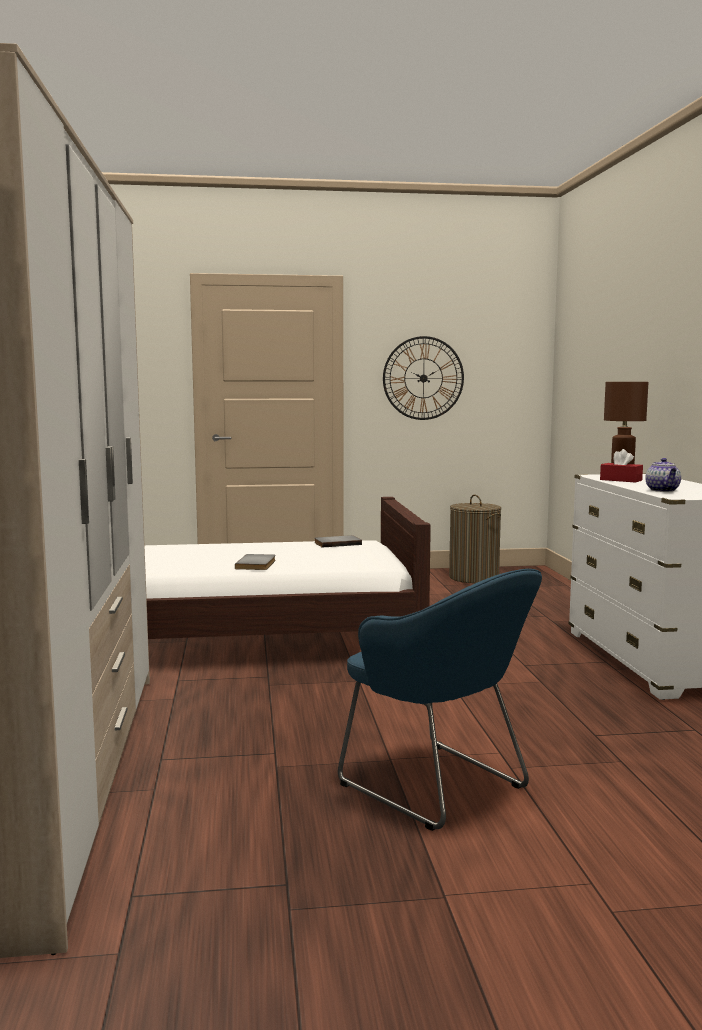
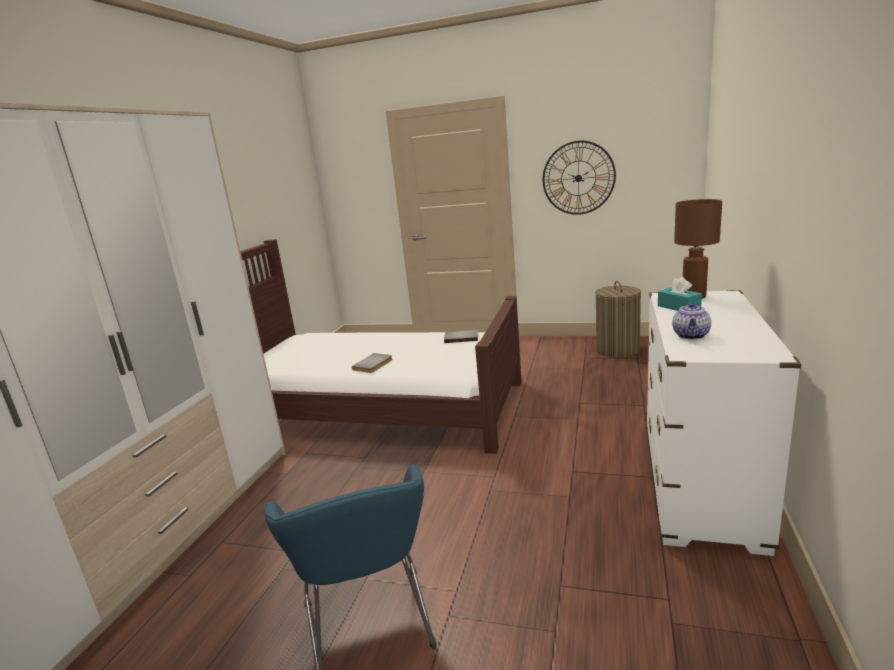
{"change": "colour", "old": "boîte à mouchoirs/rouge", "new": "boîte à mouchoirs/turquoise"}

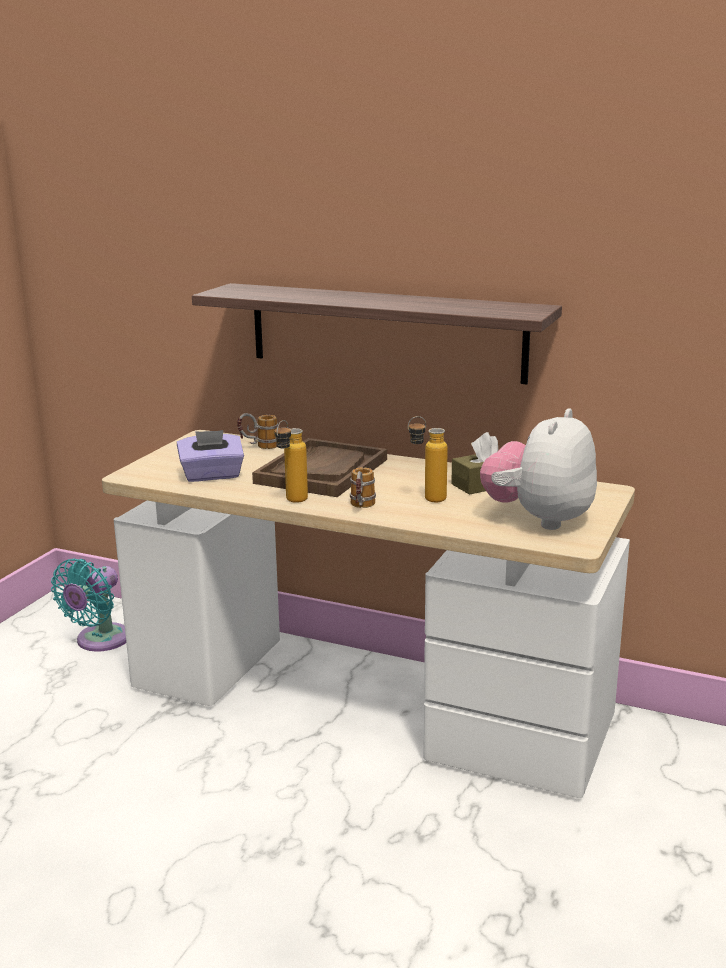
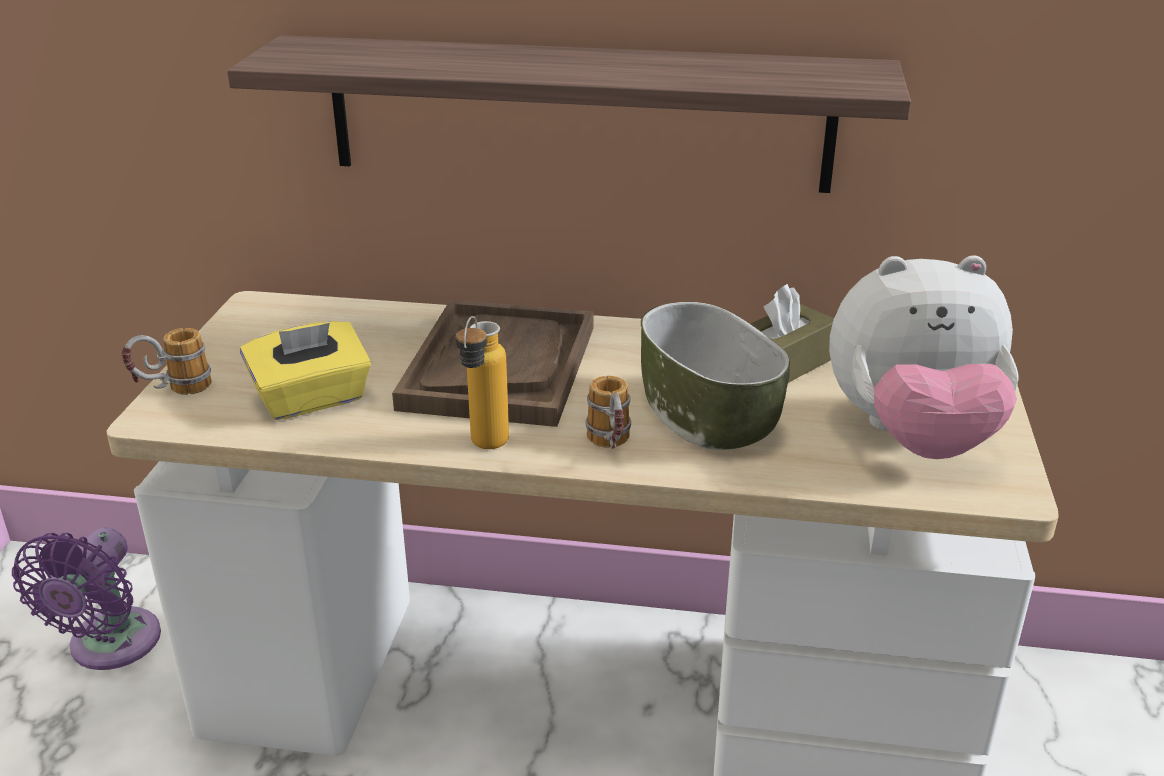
{"change": "colour", "old": "ventilateur/turquoise", "new": "ventilateur/violet"}
{"change": "colour", "old": "boîte à mouchoirs/violet", "new": "boîte à mouchoirs/jaune"}
{"change": "relocated", "old": "mug (no. 1 from left)"}
{"change": "exchanged", "old": "bouteille (no. 2 from left)", "new": "bol"}
{"change": "spun", "old": "peluche", "degrees": -105}

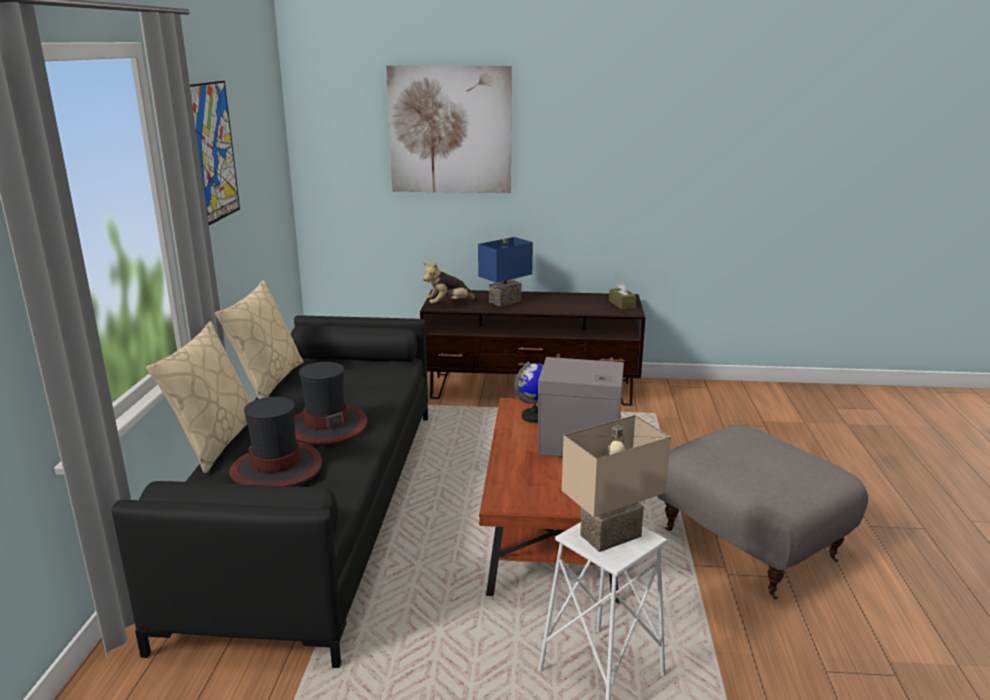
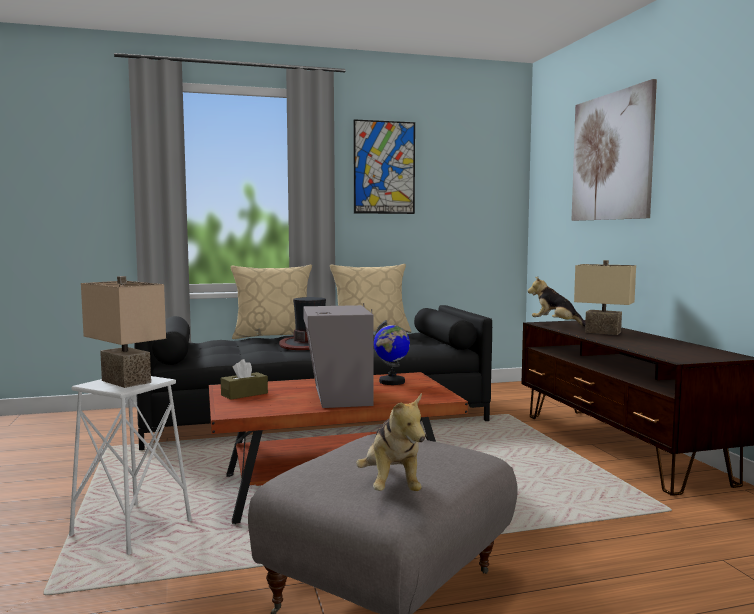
{"change": "missing", "old": "chapeau (no. 1 from left)"}
{"change": "colour", "old": "lampe de table/bleu", "new": "lampe de table/beige (no. 2 from left)"}
{"change": "relocated", "old": "boîte à mouchoirs/marron"}
{"change": "appeared", "new": "peluche (no. 1 from left)"}

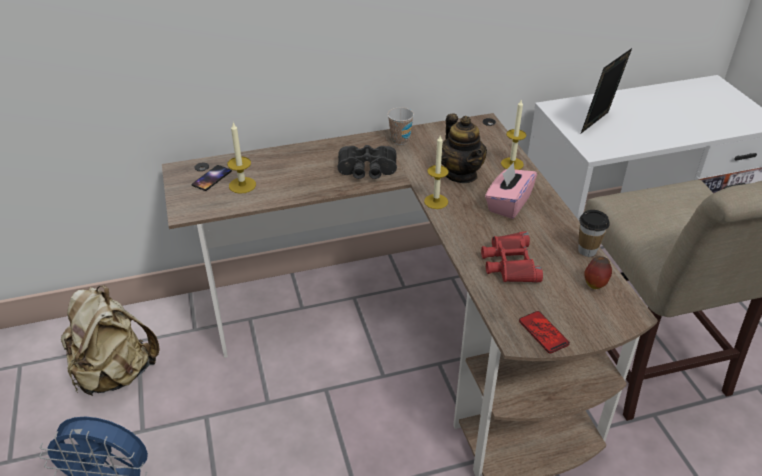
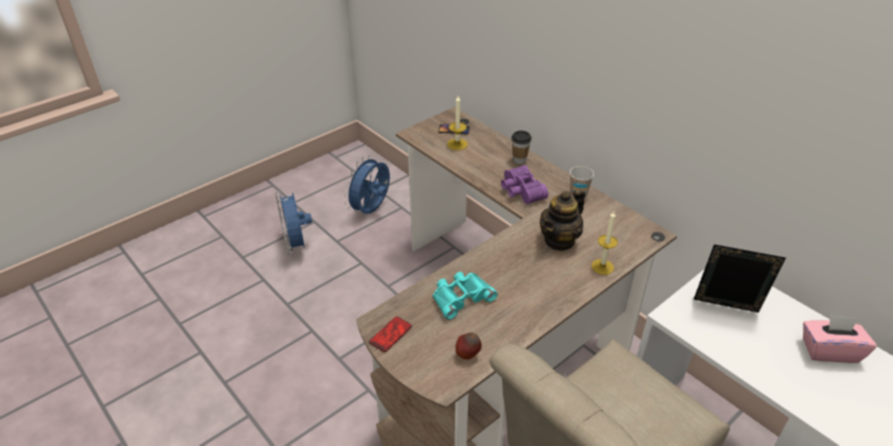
{"change": "exchanged", "old": "sac à dos/beige", "new": "ventilateur/bleu (no. 2 from left)"}
{"change": "colour", "old": "jumelles/noir", "new": "jumelles/violet"}
{"change": "missing", "old": "bougie (no. 2 from left)"}
{"change": "colour", "old": "jumelles/rouge", "new": "jumelles/turquoise"}
{"change": "relocated", "old": "boîte à mouchoirs/rose"}
{"change": "relocated", "old": "tasse (no. 2 from left in the first image)", "new": "tasse (no. 1 from left)"}

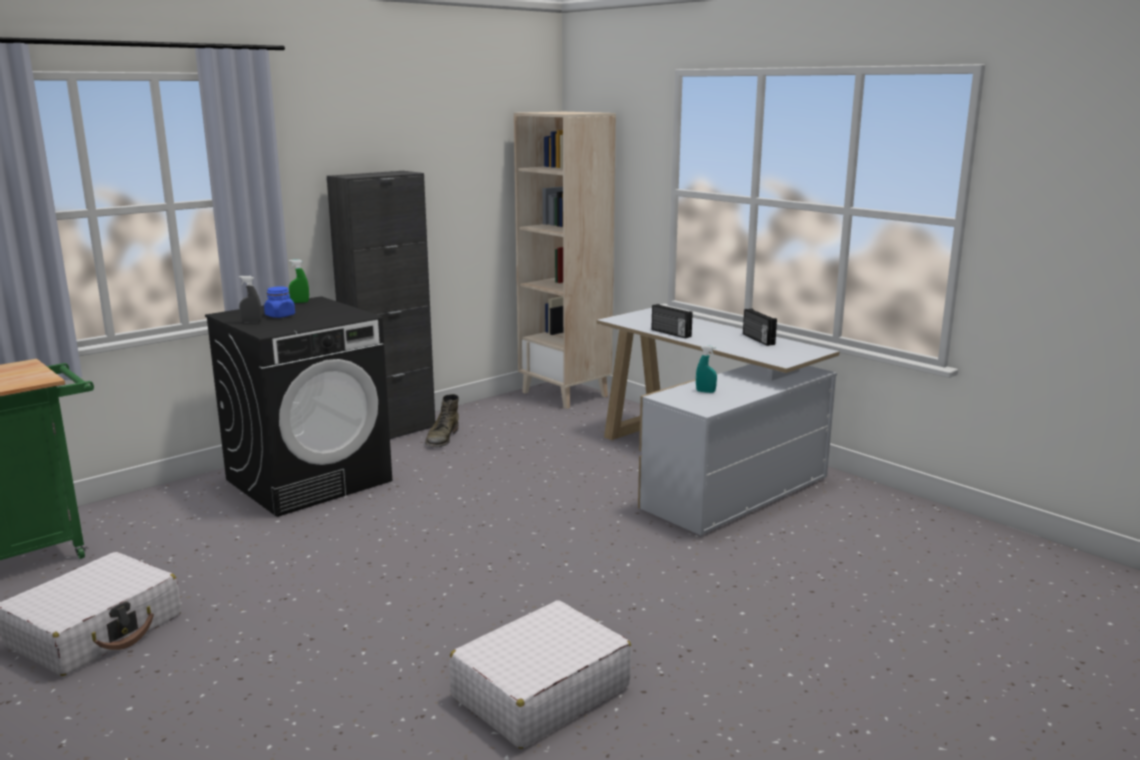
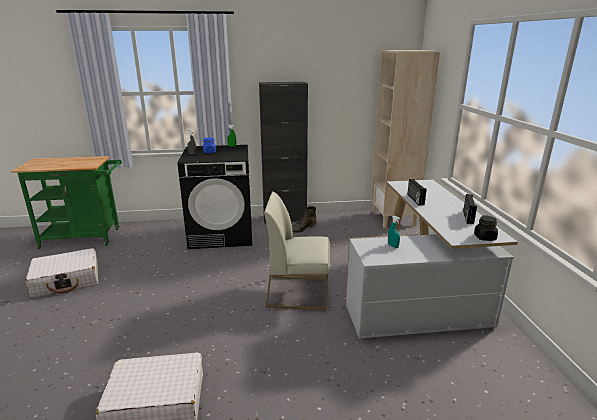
{"change": "appeared", "new": "chaise/blanc"}
{"change": "appeared", "new": "bocal/noir"}

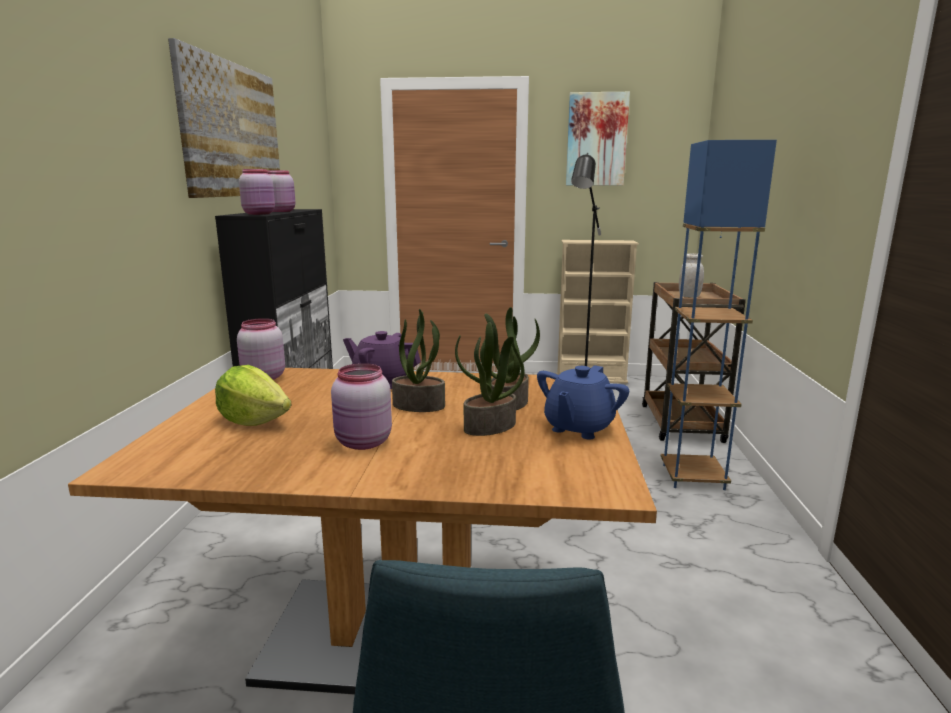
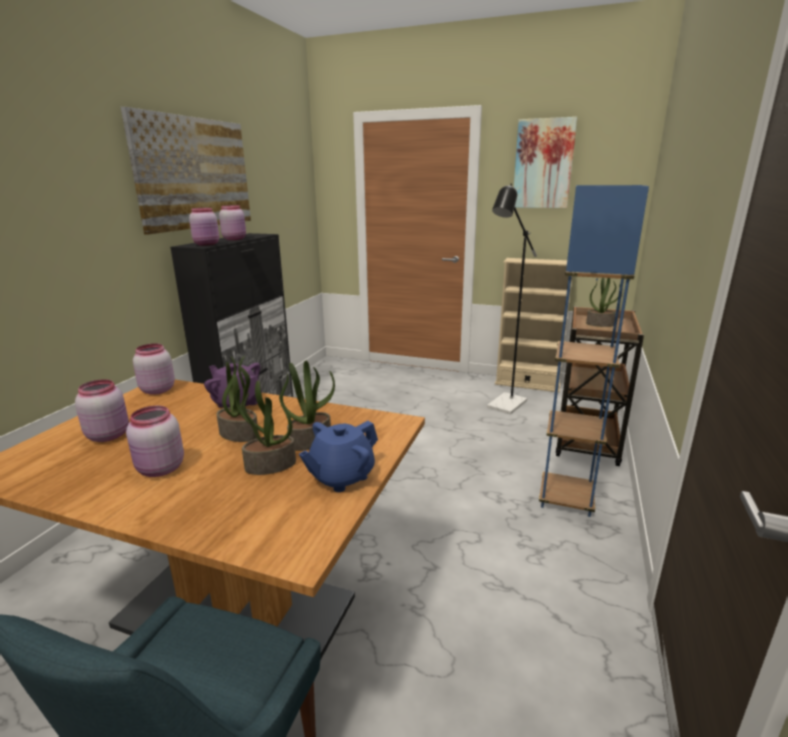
{"change": "exchanged", "old": "laitue", "new": "bocal/rose (no. 1 from left)"}
{"change": "exchanged", "old": "bocal/blanc", "new": "plante en pot (no. 4 from left)"}

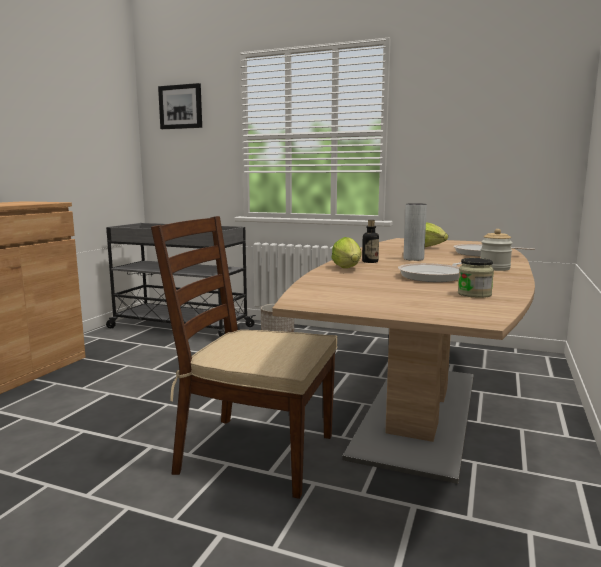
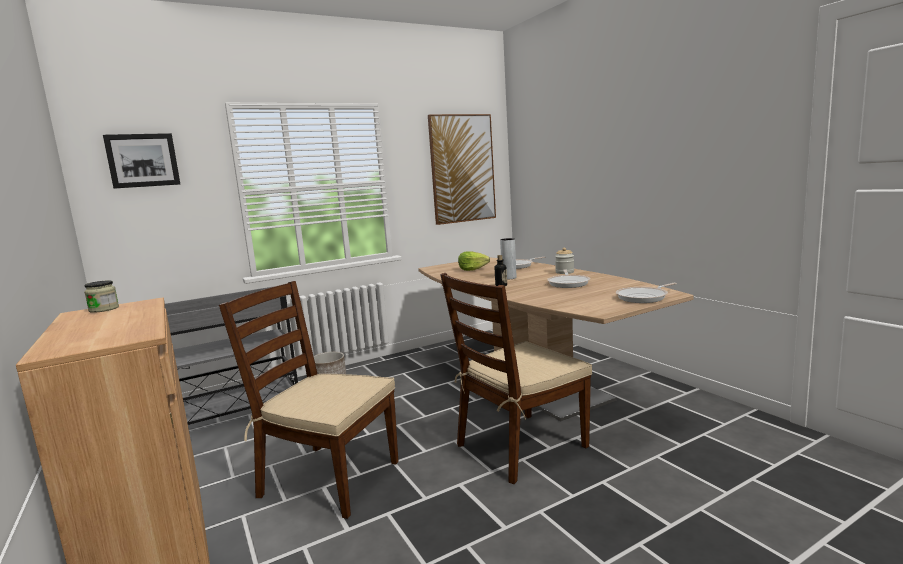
{"change": "missing", "old": "laitue (no. 1 from left)"}
{"change": "relocated", "old": "bocal (no. 1 from left)"}
{"change": "appeared", "new": "chaise/marron (no. 1 from left)"}
{"change": "appeared", "new": "tableau (no. 2 from left)"}
{"change": "appeared", "new": "poêle (no. 3 from left)"}

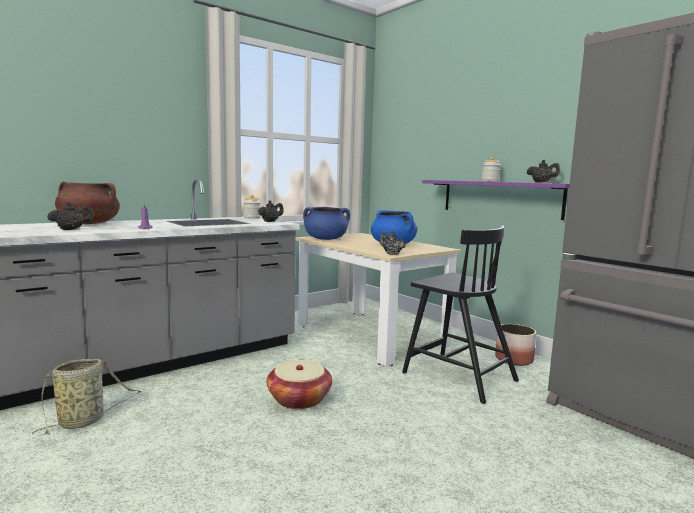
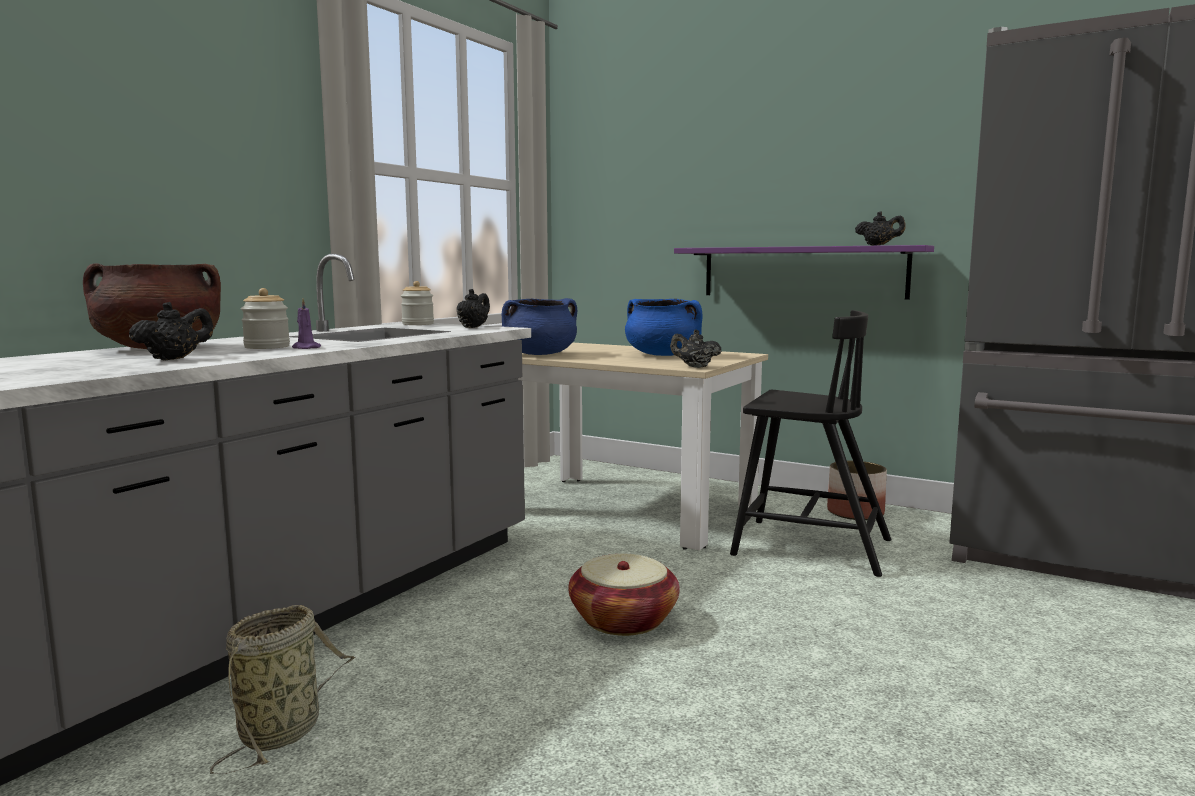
{"change": "relocated", "old": "bocal (no. 2 from left in the first image)", "new": "bocal (no. 1 from left)"}

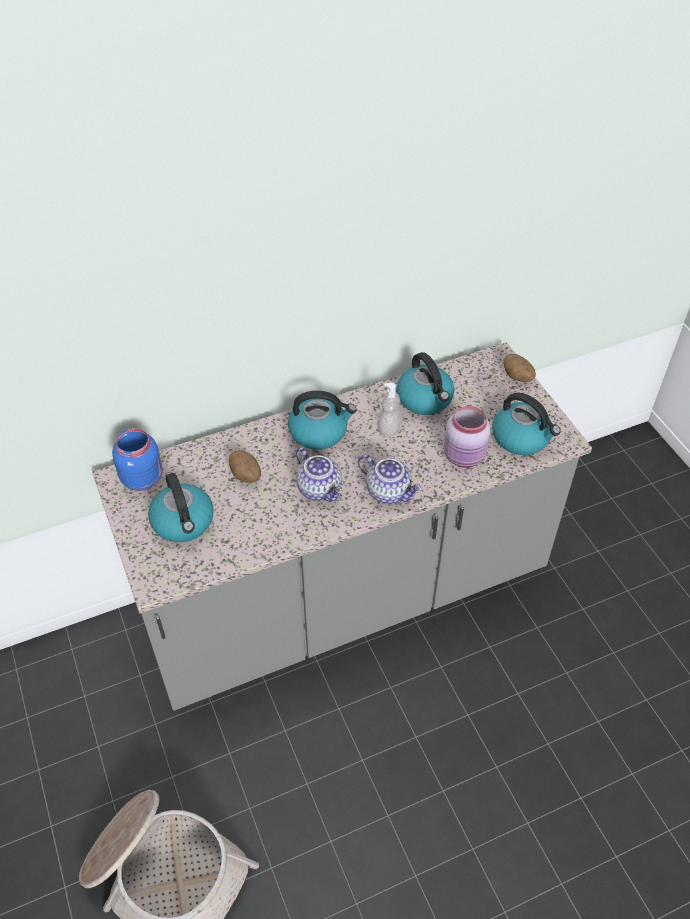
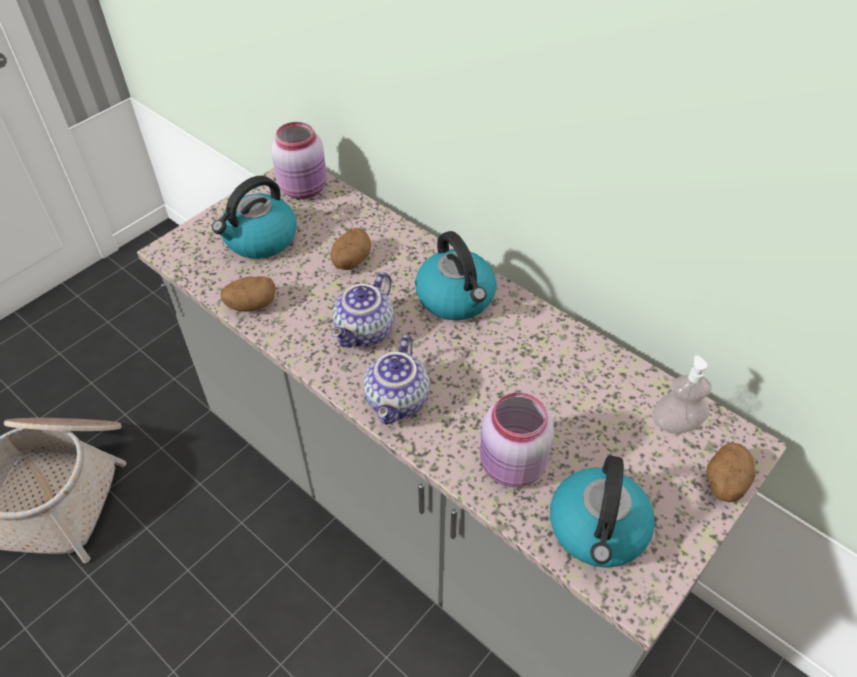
{"change": "colour", "old": "bocal/bleu", "new": "bocal/rose (no. 1 from left)"}
{"change": "relocated", "old": "distributeur de savon"}
{"change": "missing", "old": "bouilloire (no. 3 from left)"}
{"change": "appeared", "new": "pomme de terre (no. 1 from left)"}

